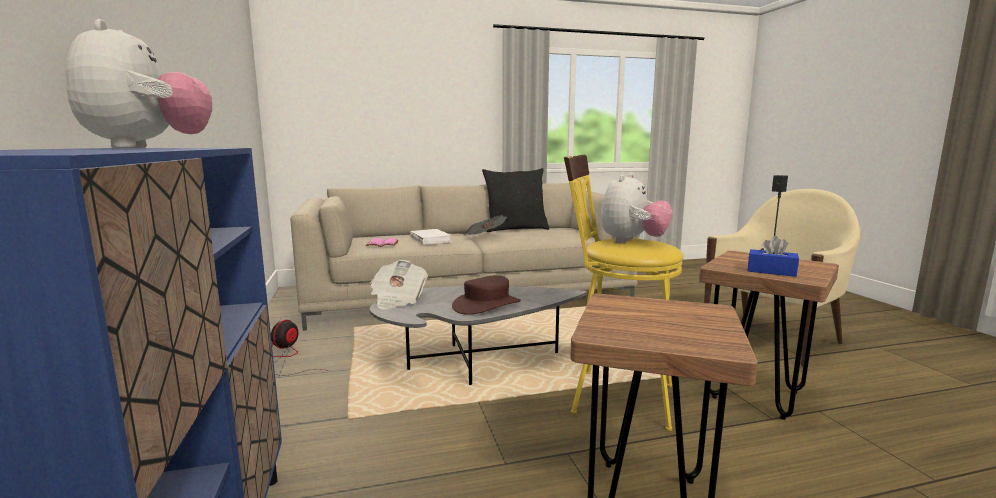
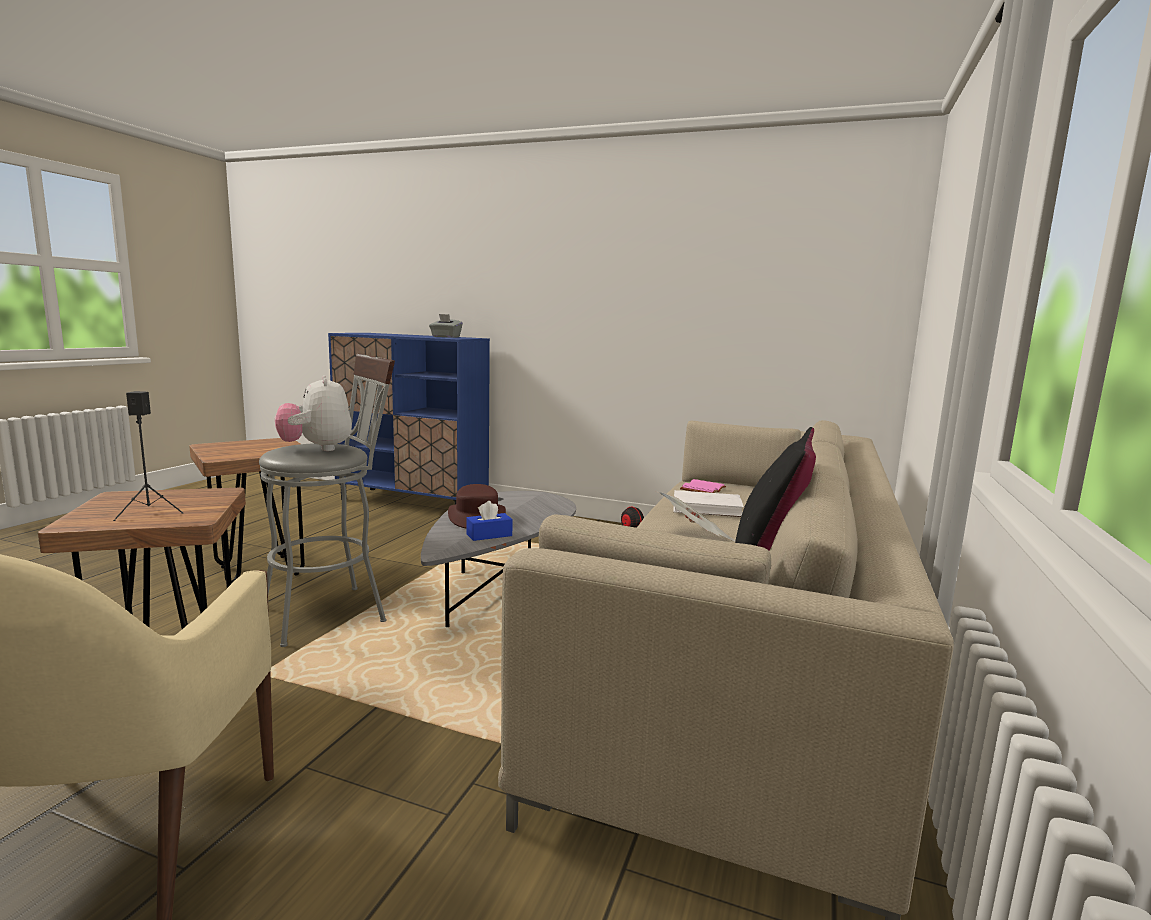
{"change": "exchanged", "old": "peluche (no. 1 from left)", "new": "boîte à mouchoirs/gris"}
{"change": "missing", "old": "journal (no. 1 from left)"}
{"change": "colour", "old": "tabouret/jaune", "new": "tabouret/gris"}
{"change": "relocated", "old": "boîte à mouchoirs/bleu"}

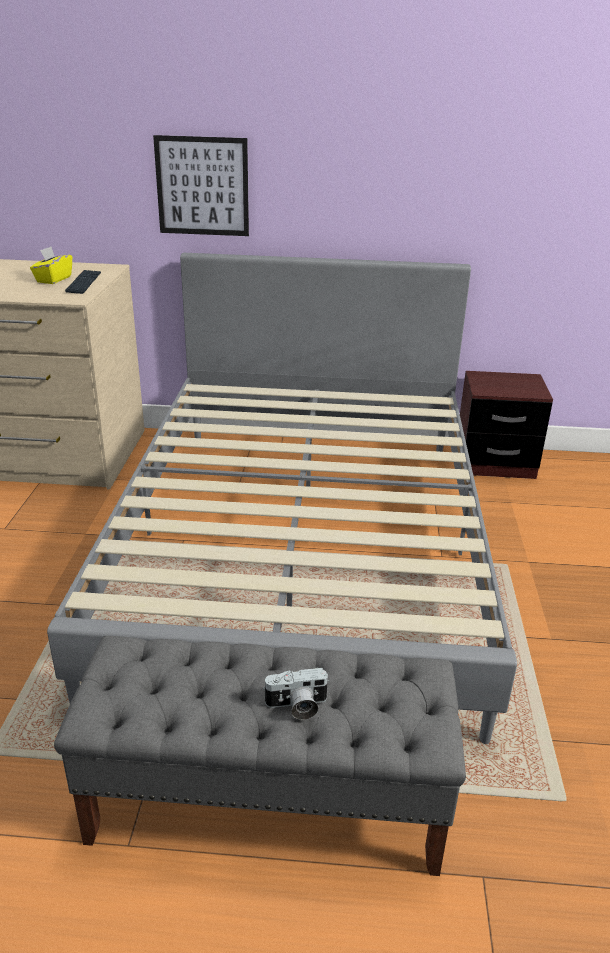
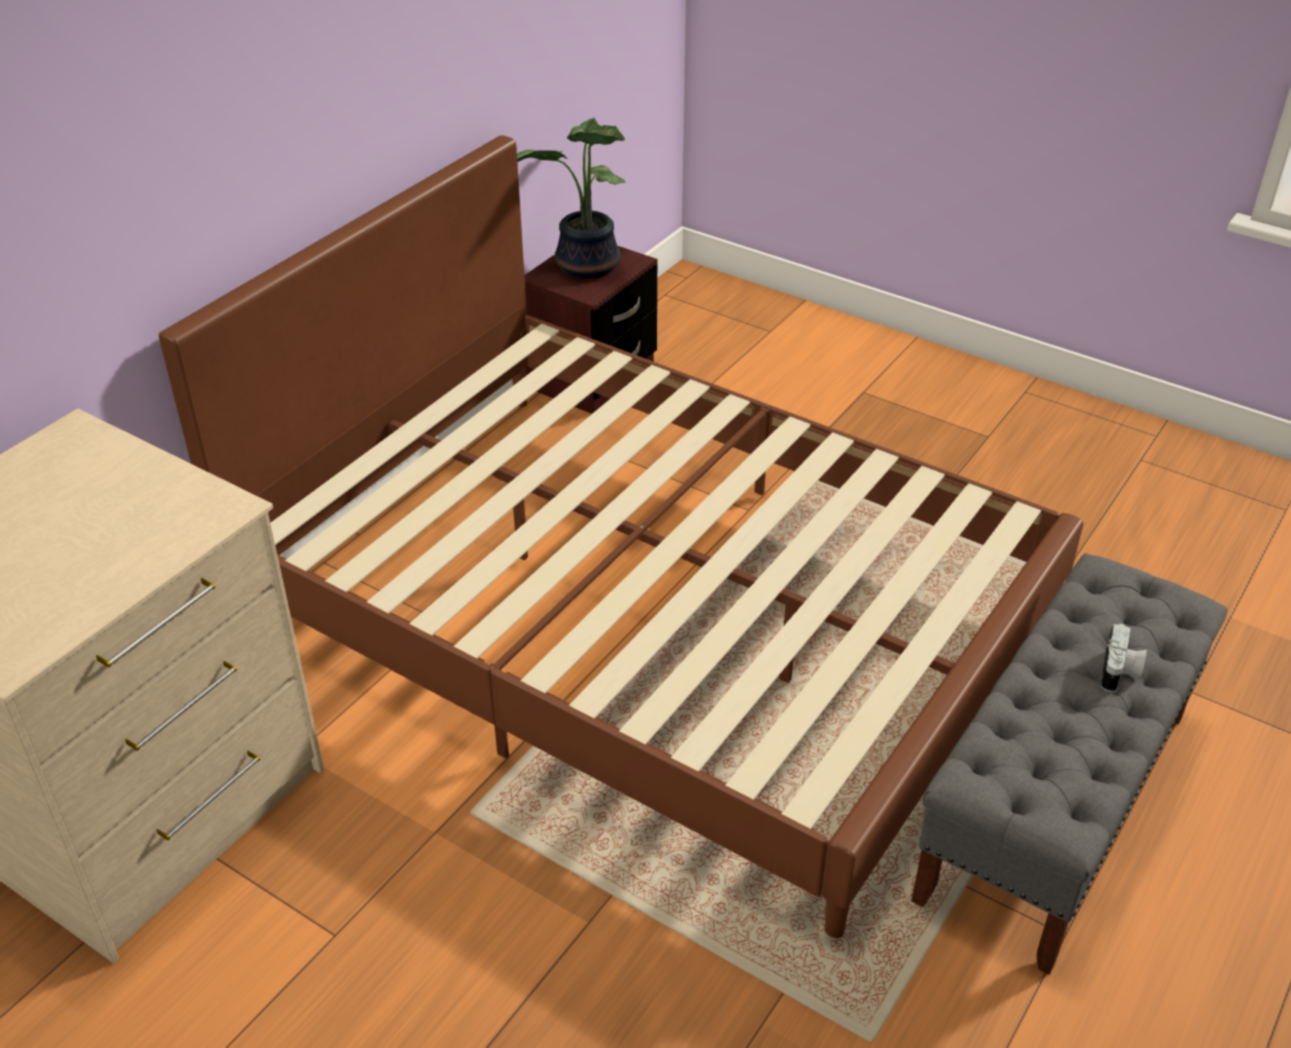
{"change": "missing", "old": "boîte à mouchoirs/jaune"}
{"change": "colour", "old": "lit/gris", "new": "lit/marron"}
{"change": "missing", "old": "clavier"}
{"change": "missing", "old": "tableau"}
{"change": "appeared", "new": "plante en pot"}

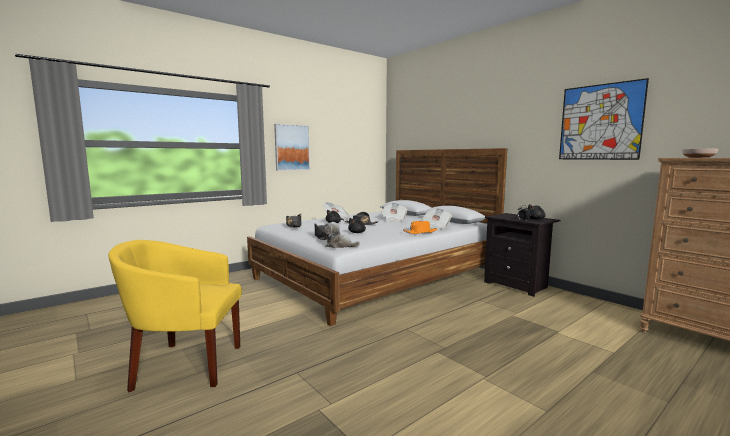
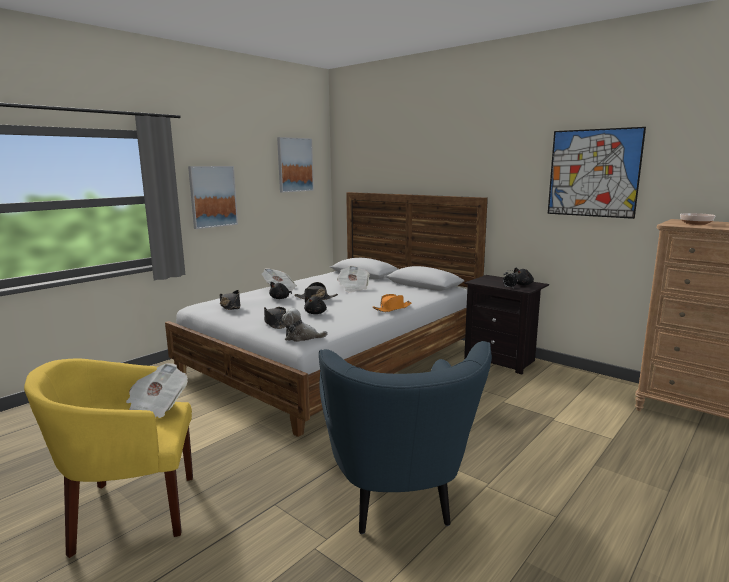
{"change": "relocated", "old": "journal (no. 3 from left in the first image)", "new": "journal (no. 1 from left)"}
{"change": "appeared", "new": "tableau (no. 2 from left)"}
{"change": "appeared", "new": "fauteuil/bleu"}

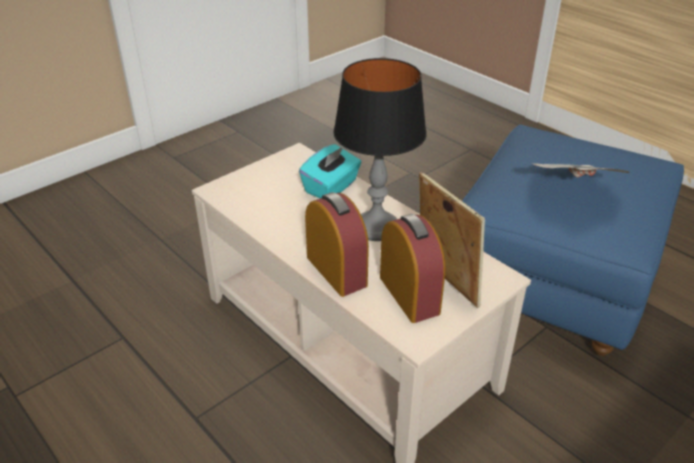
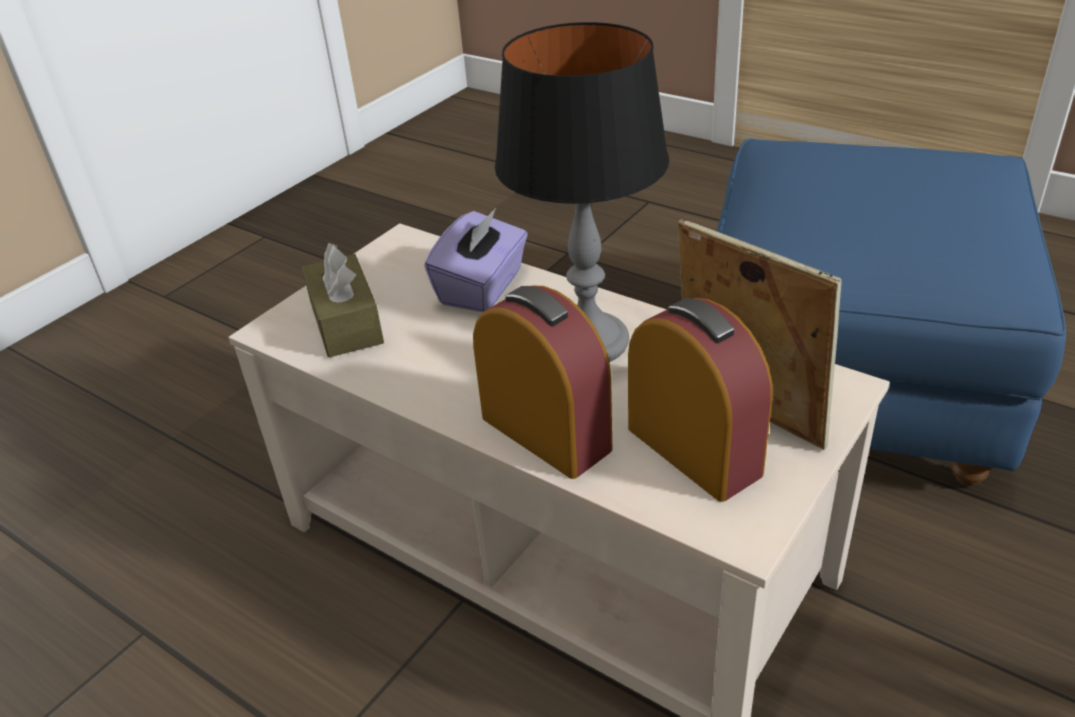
{"change": "colour", "old": "boîte à mouchoirs/turquoise", "new": "boîte à mouchoirs/violet"}
{"change": "missing", "old": "journal"}
{"change": "appeared", "new": "boîte à mouchoirs/marron"}

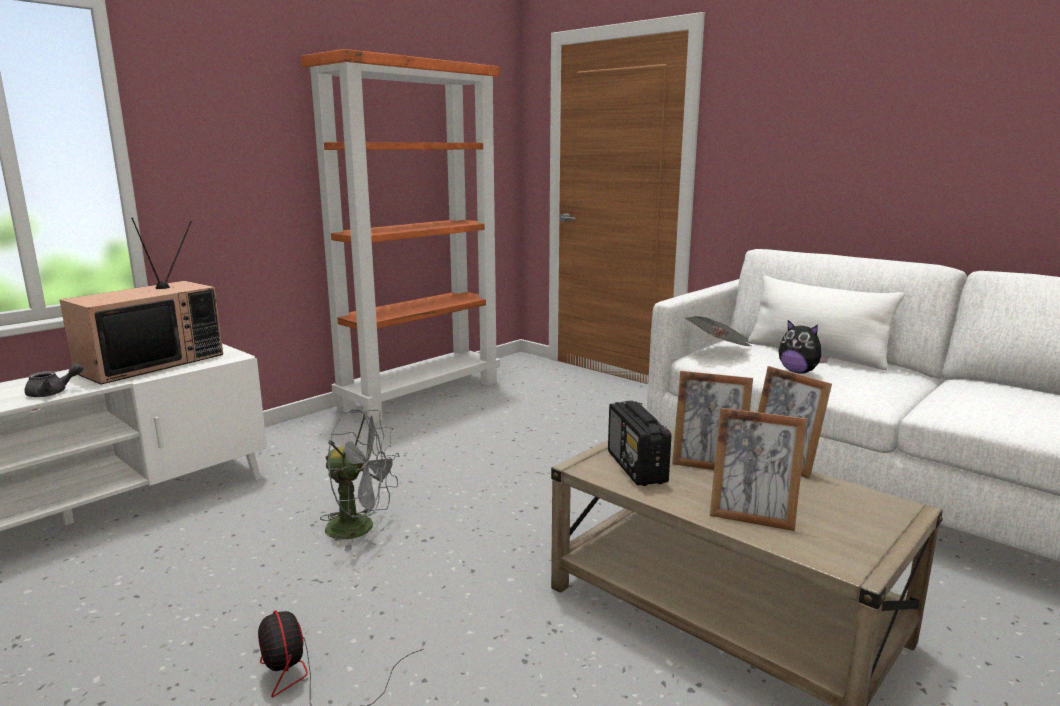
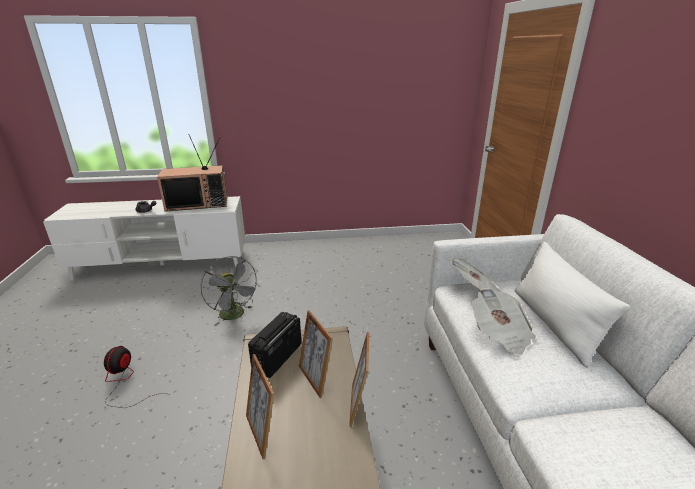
{"change": "missing", "old": "bibliothèque/orange"}
{"change": "exchanged", "old": "peluche", "new": "journal (no. 2 from left)"}

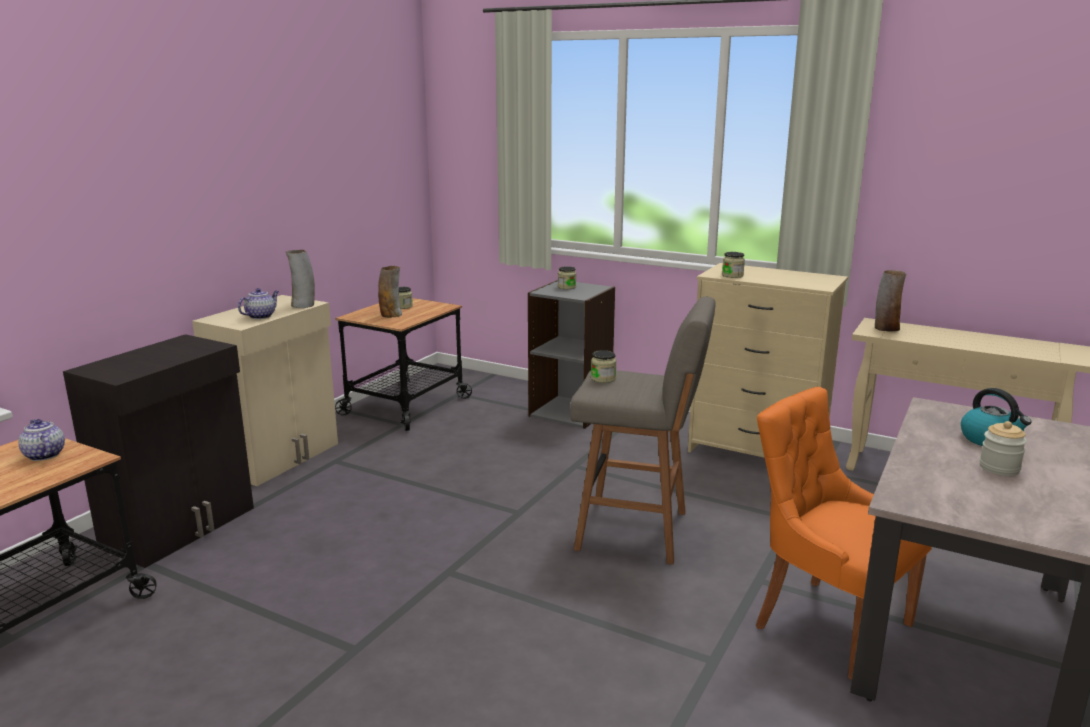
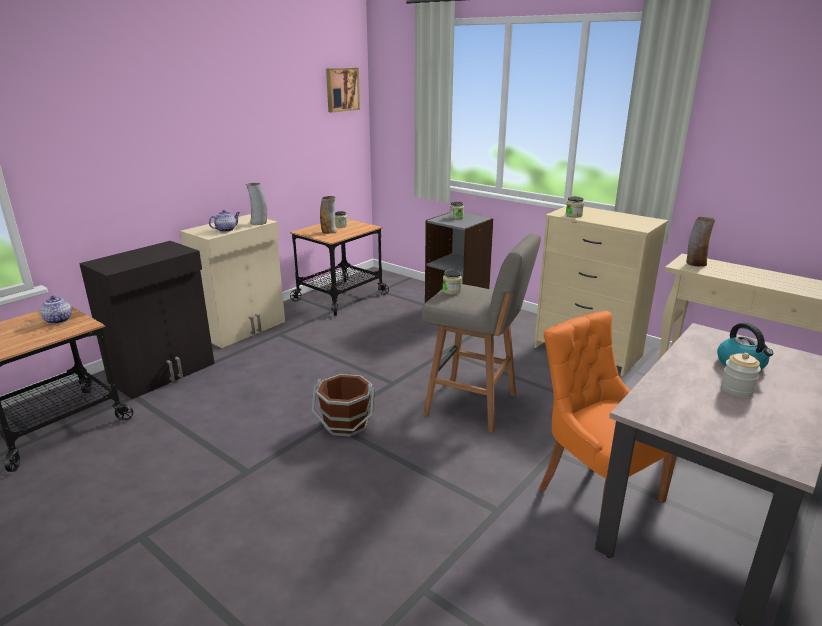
{"change": "appeared", "new": "seau/marron"}
{"change": "appeared", "new": "tableau"}

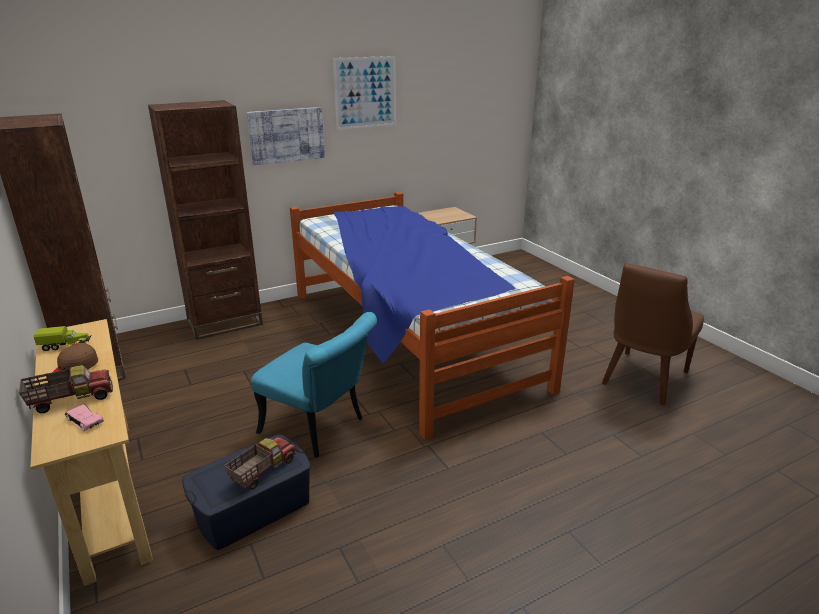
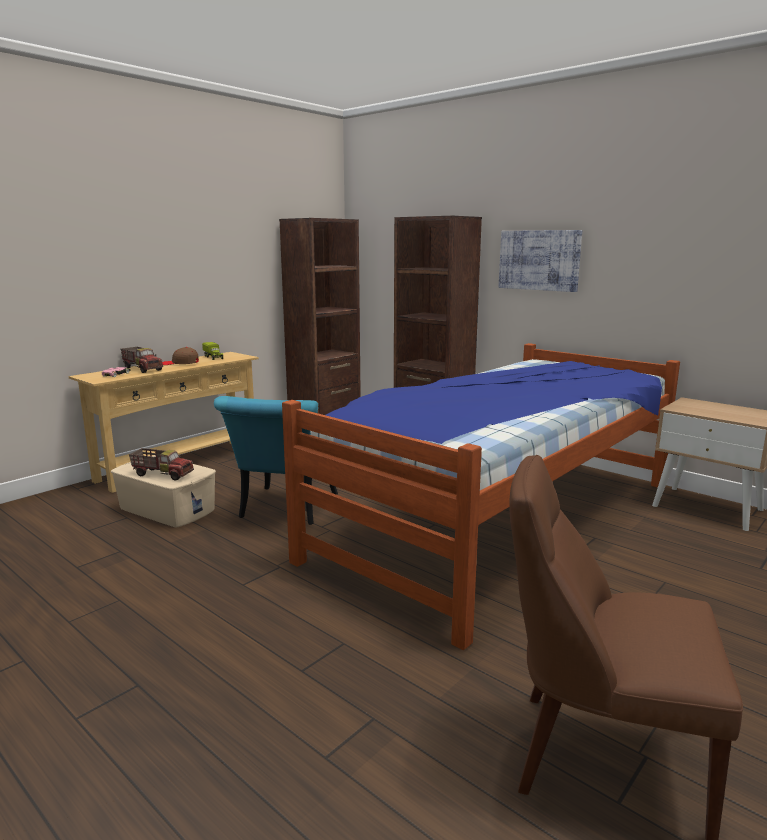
{"change": "colour", "old": "boîte de rangement/bleu", "new": "boîte de rangement/beige"}
{"change": "missing", "old": "tableau (no. 2 from left)"}

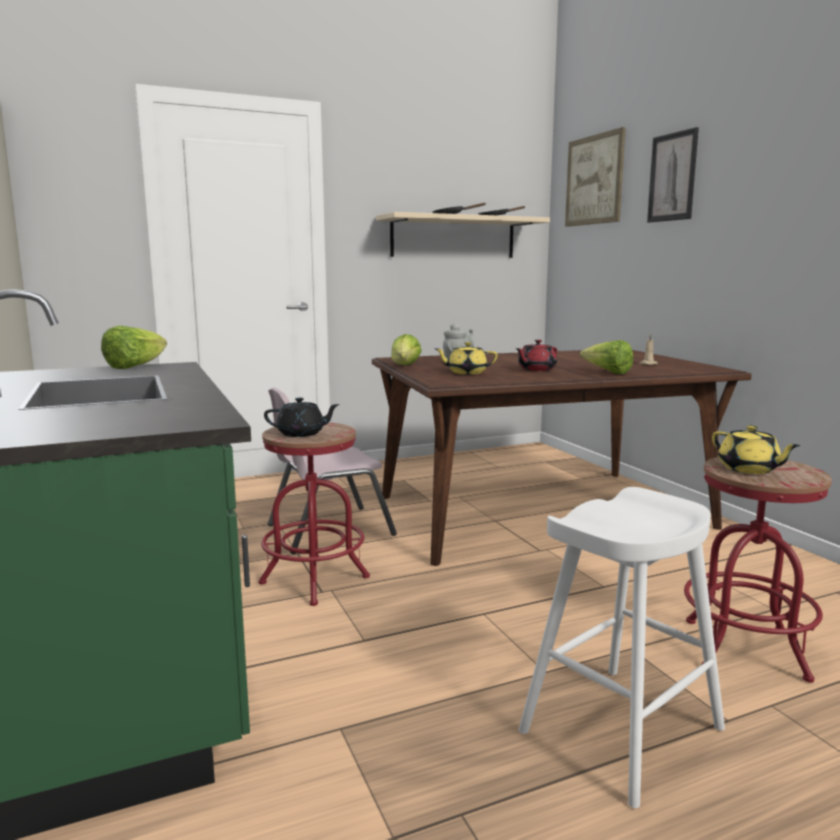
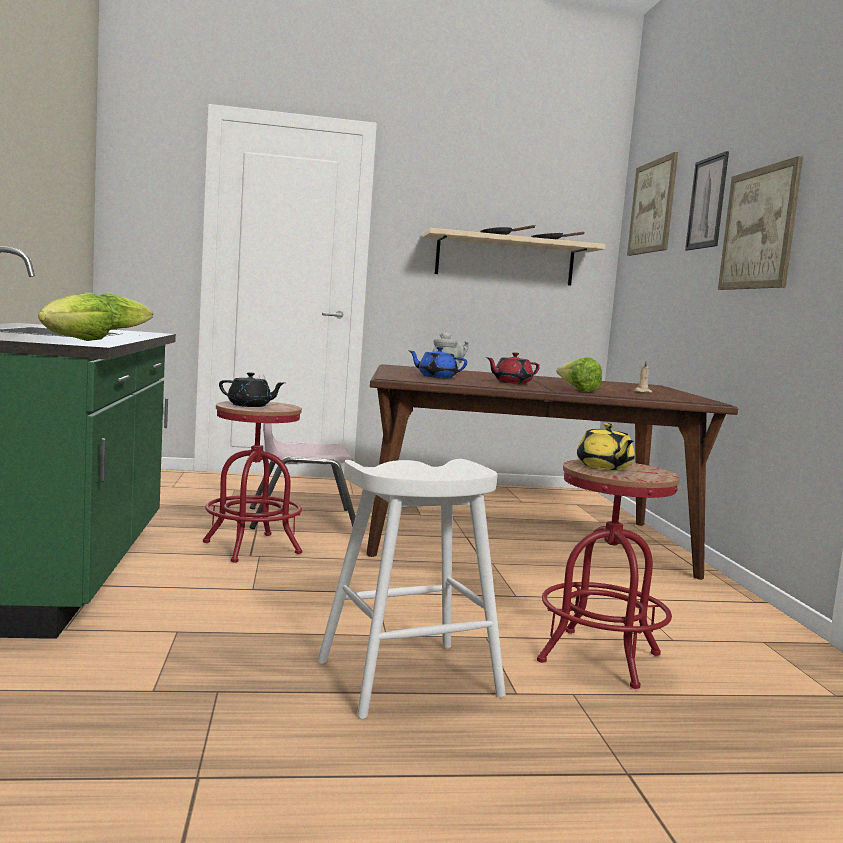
{"change": "relocated", "old": "laitue (no. 2 from left in the first image)", "new": "laitue (no. 1 from left)"}
{"change": "colour", "old": "théière/jaune (no. 1 from left)", "new": "théière/bleu"}
{"change": "appeared", "new": "tableau (no. 3 from left)"}

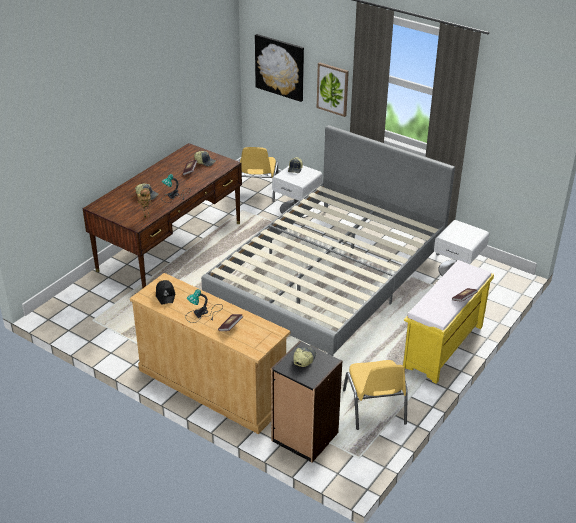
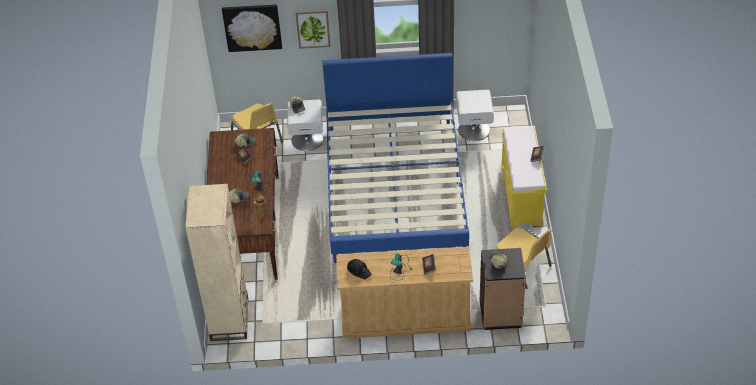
{"change": "colour", "old": "lit/gris", "new": "lit/bleu"}
{"change": "appeared", "new": "bibliothèque/beige"}

